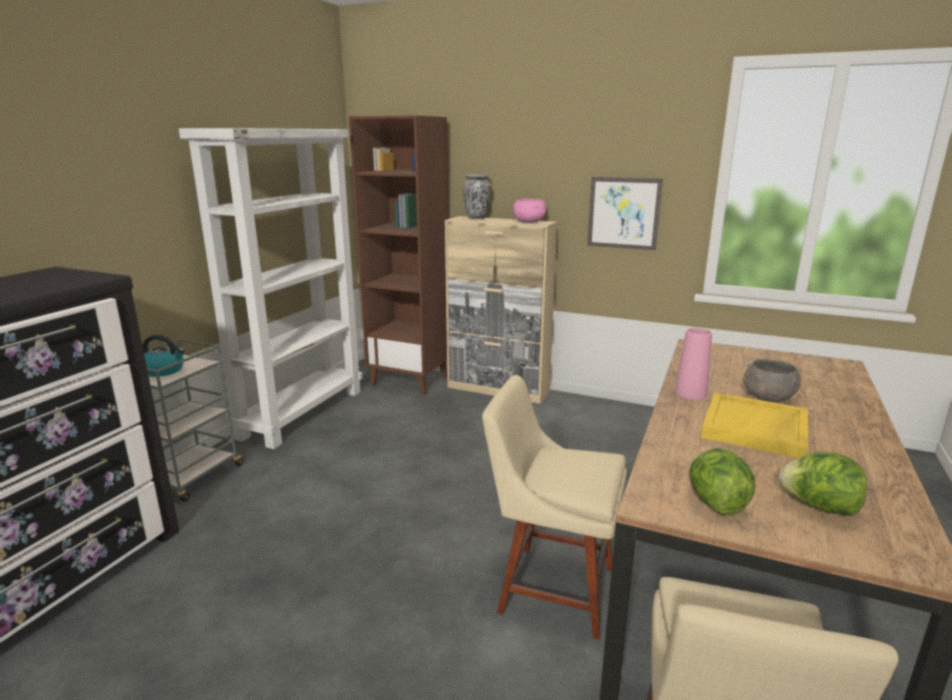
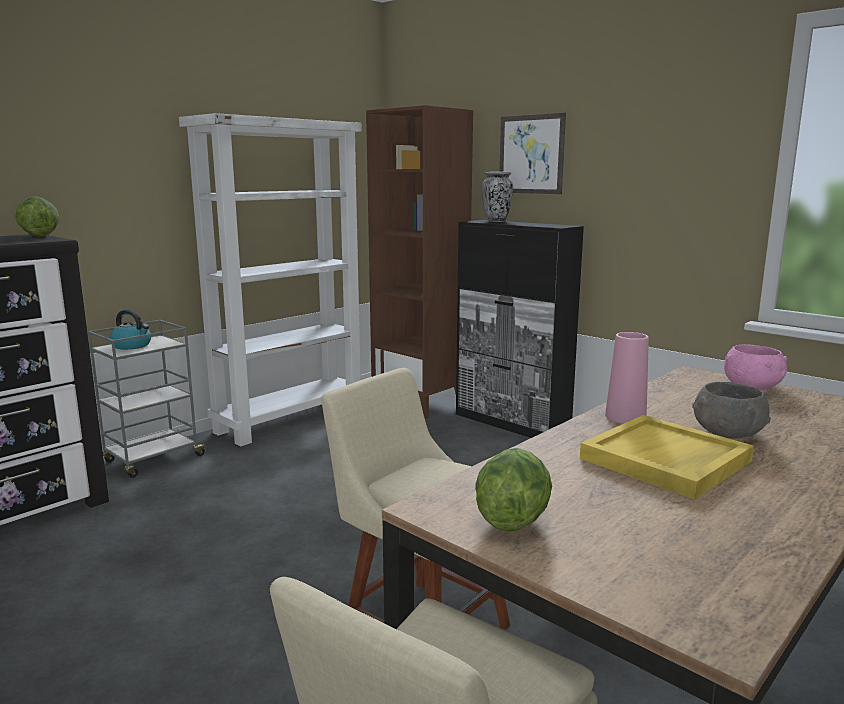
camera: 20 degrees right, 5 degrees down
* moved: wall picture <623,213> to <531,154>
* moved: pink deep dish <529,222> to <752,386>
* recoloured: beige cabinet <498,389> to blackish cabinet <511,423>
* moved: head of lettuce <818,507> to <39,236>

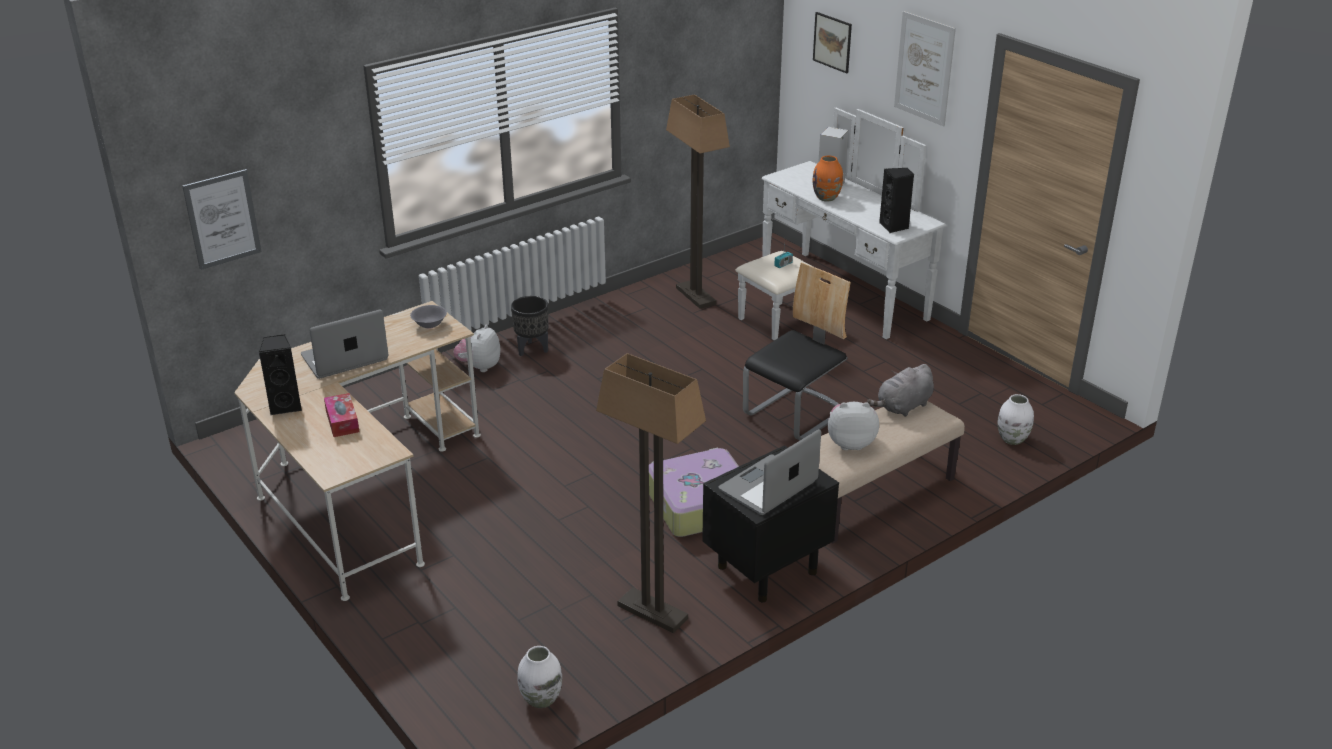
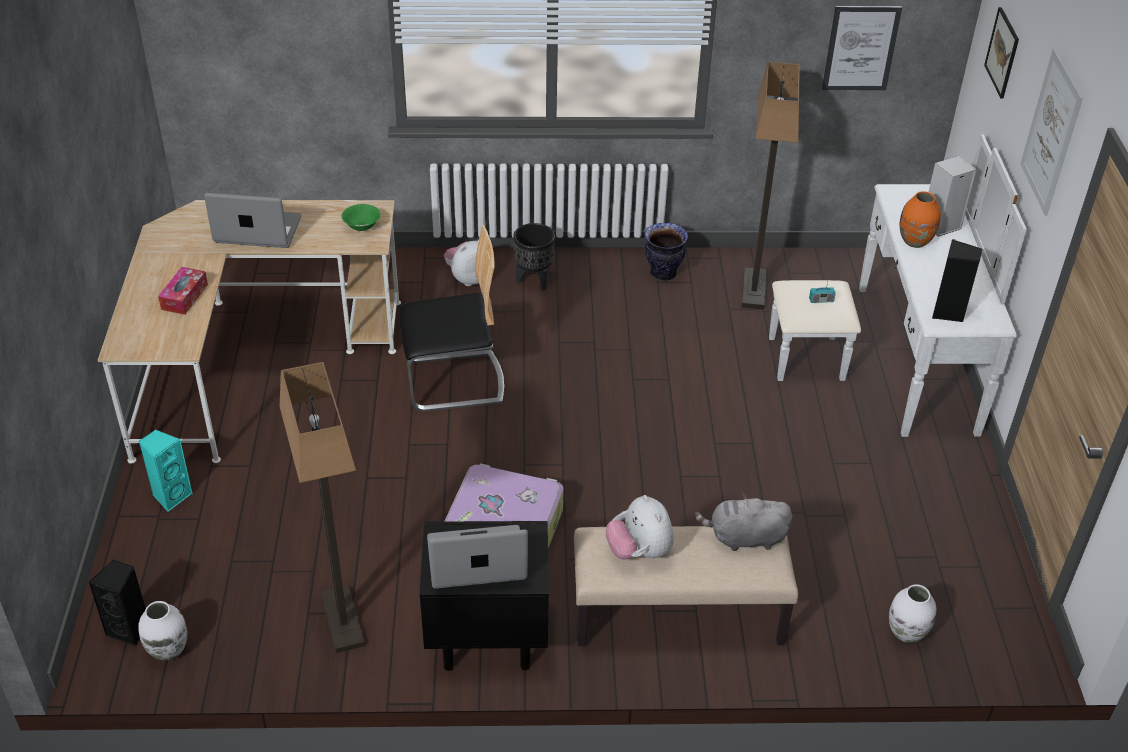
camera: 35 degrees right, 10 degrees up
* moved: wall picture <222,219> to <861,48>
* moved: plain chair <796,414> to <454,381>
* recoloured: gray deep dish <429,325> to greenish deep dish <361,226>
* moved: blackish audio speaker <286,406> to <130,629>
* turned: plush toy <850,443> = <639,552> 150 degrees counterclockwise
* added: decorative vase <663,273>
* added: blue-green audio speaker <171,496>

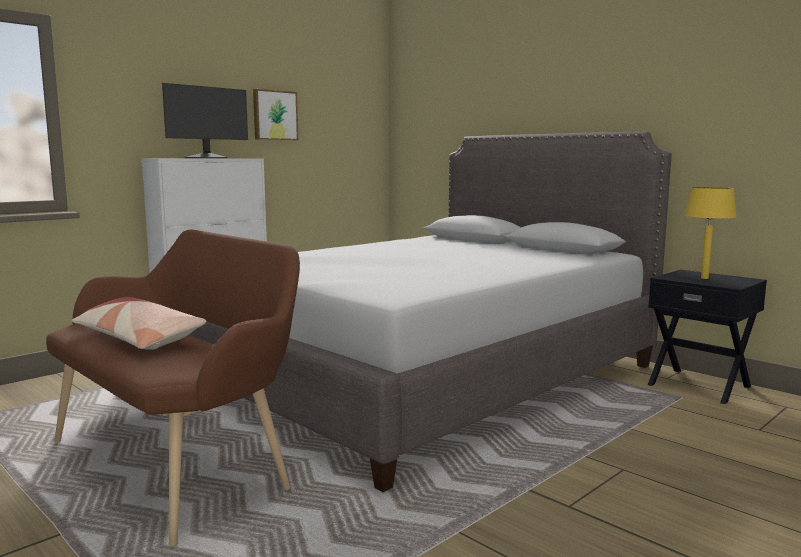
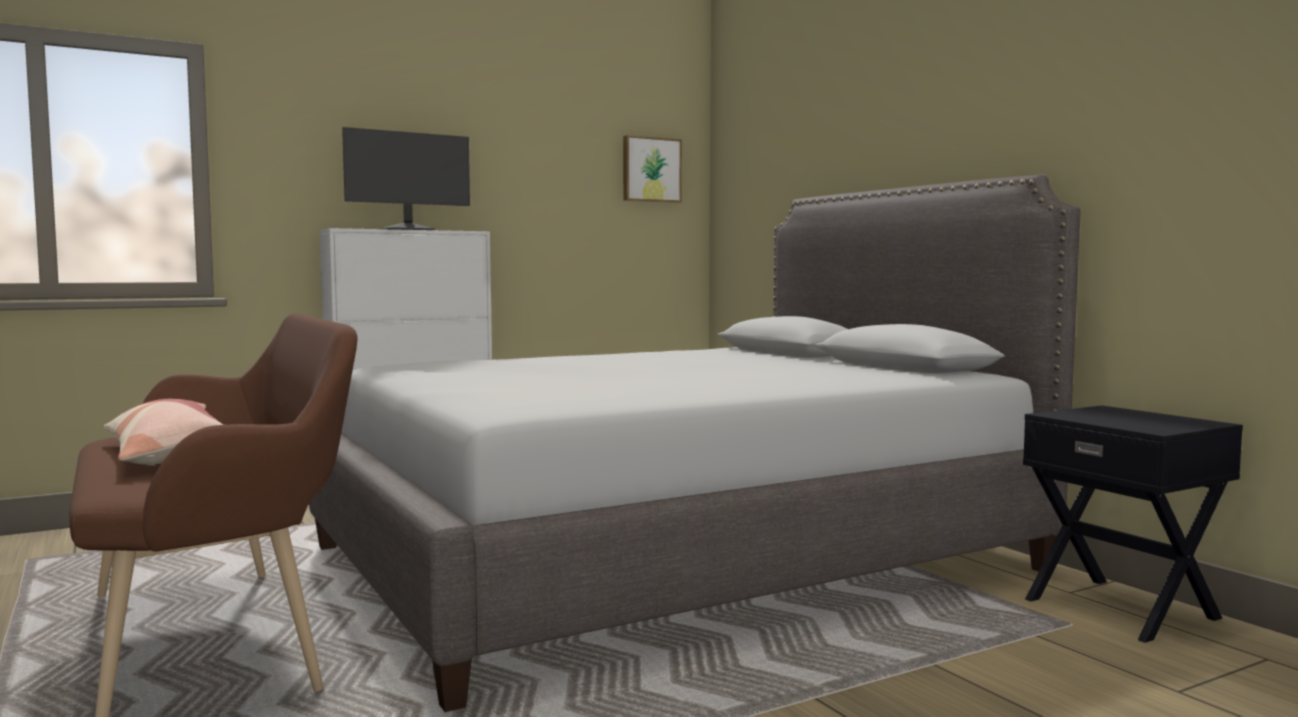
camera: 15 degrees right, 5 degrees down
* moved: wall picture <274,115> to <651,170>
* removed: yellow-coloured table lamp <705,278>

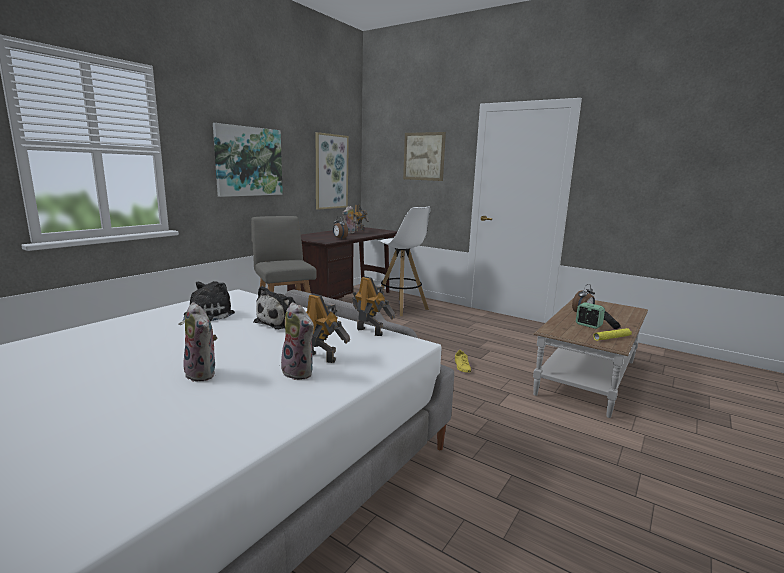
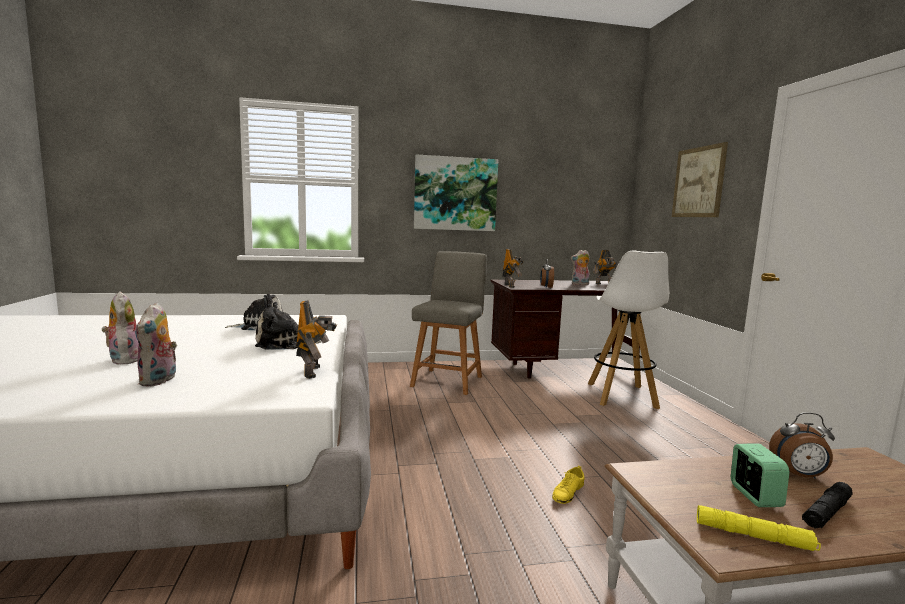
camera: 45 degrees right, 5 degrees down
* removed: wall picture <331,172>
* moved: model robot <321,356> to <510,286>
* turned: plush toy <203,374> = <123,360> 150 degrees clockwise

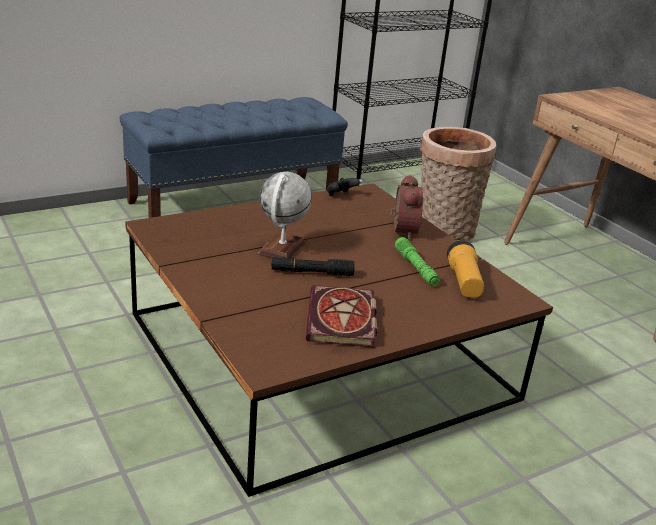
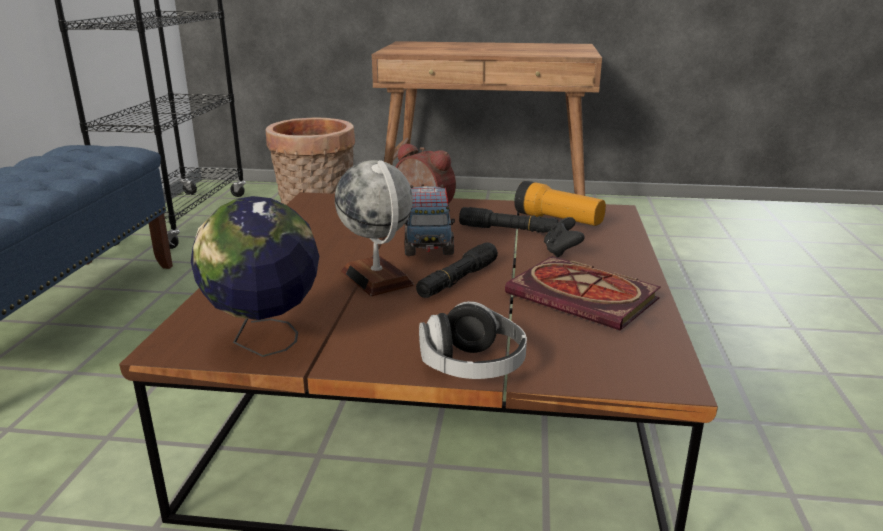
camera: 50 degrees left, 5 degrees down
* moved: blackish gamepad <340,196> to <561,252>
* recoloured: greenish flashlight <416,268> to blackish flashlight <508,230>
* added: model truck <428,245>
* added: desk globe <266,342>
* added: headset <472,366>

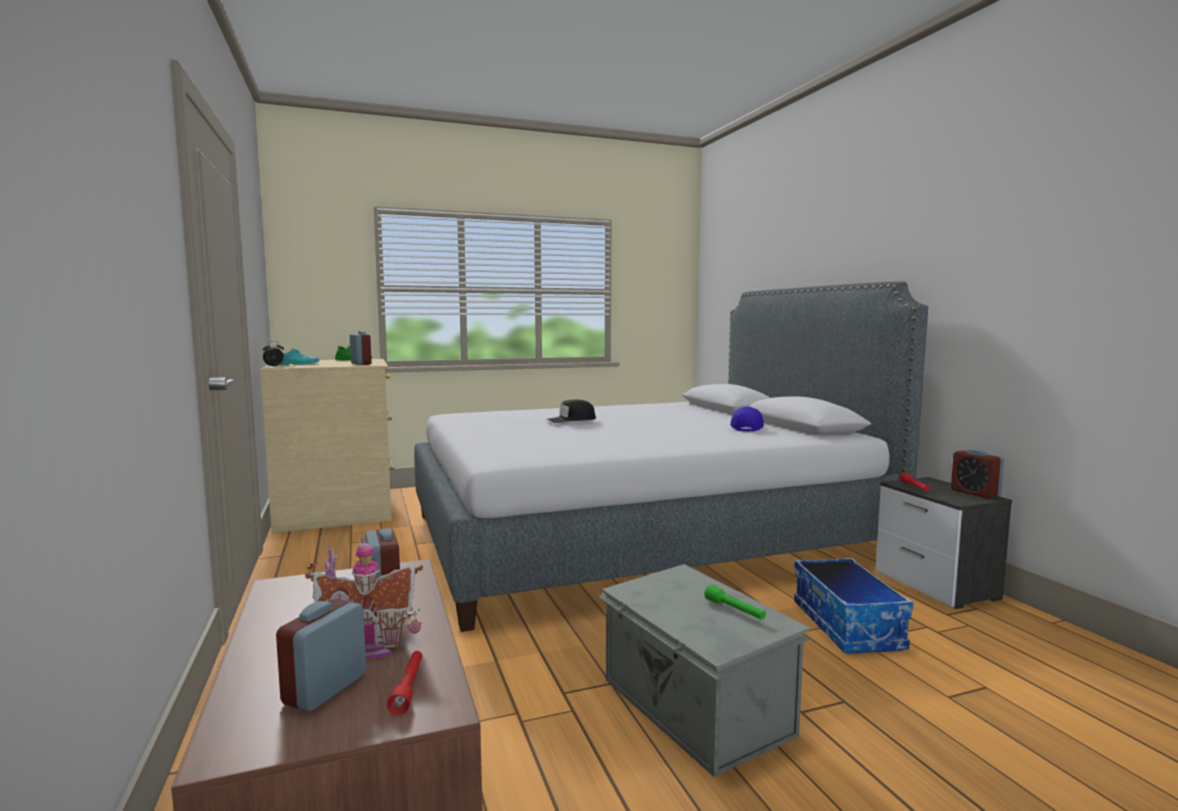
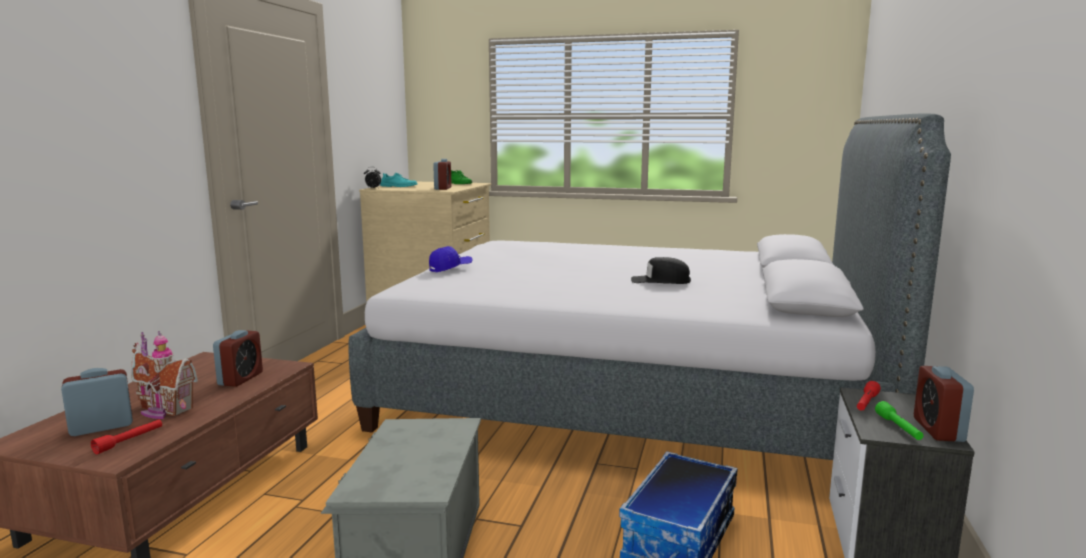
camera: 35 degrees right, 5 degrees up
* moved: blackish peaked cap <571,420> to <660,281>
* moved: bluish peaked cap <747,428> to <450,268>
* moved: greenish flashlight <735,610> to <898,428>

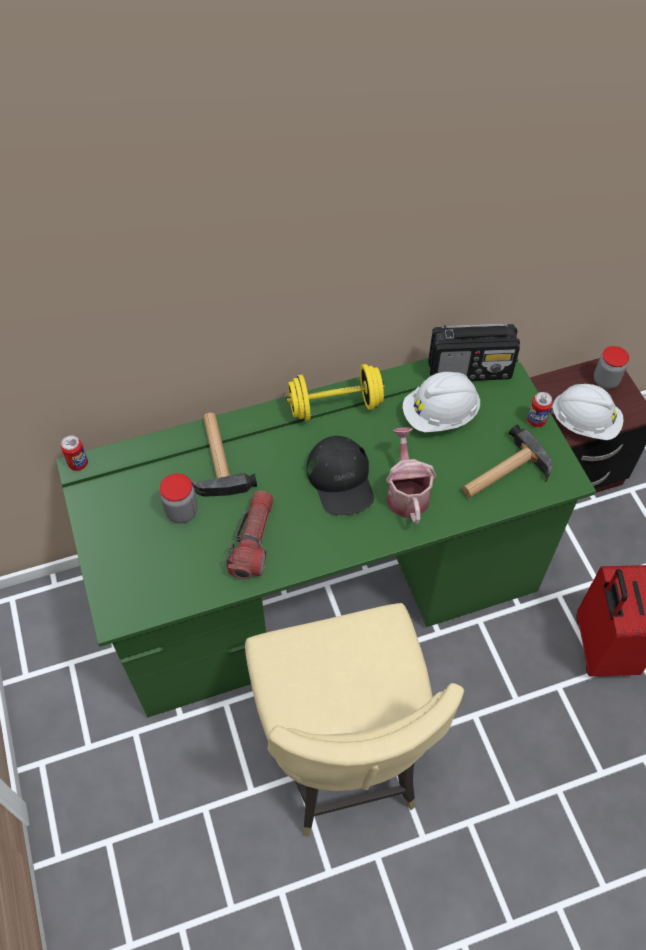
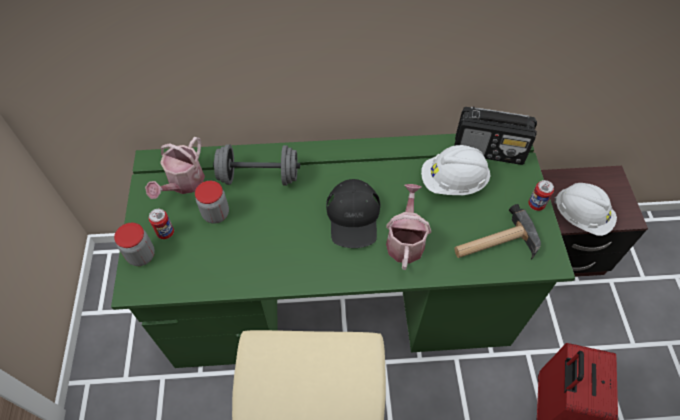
camera: 15 degrees right, 0 degrees up
* moved: storage jar <605,381> to <141,255>
* removed: yellow-coloured dumbbell <335,406>
* replaced: hammer <217,457> to gray dumbbell <259,176>
* moved: sealed can <78,463> to <165,232>
* removed: flashlight <254,541>
* added: watering pot <183,184>

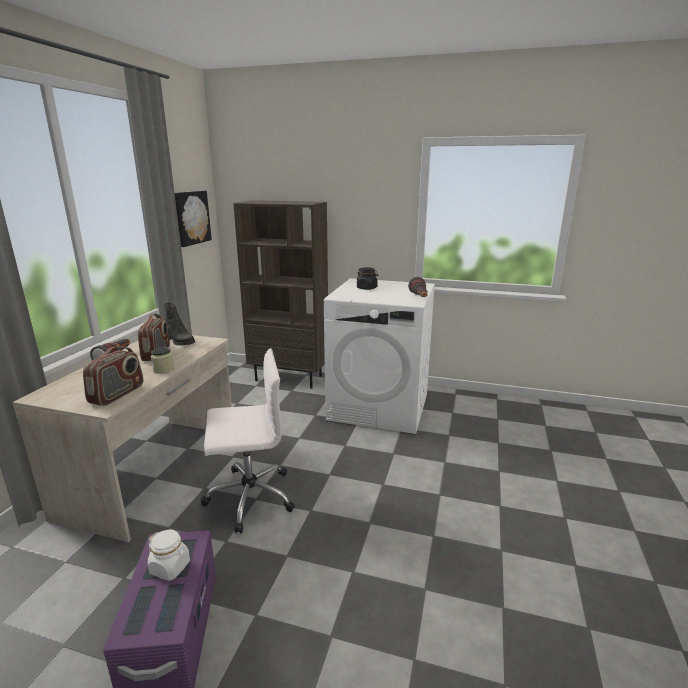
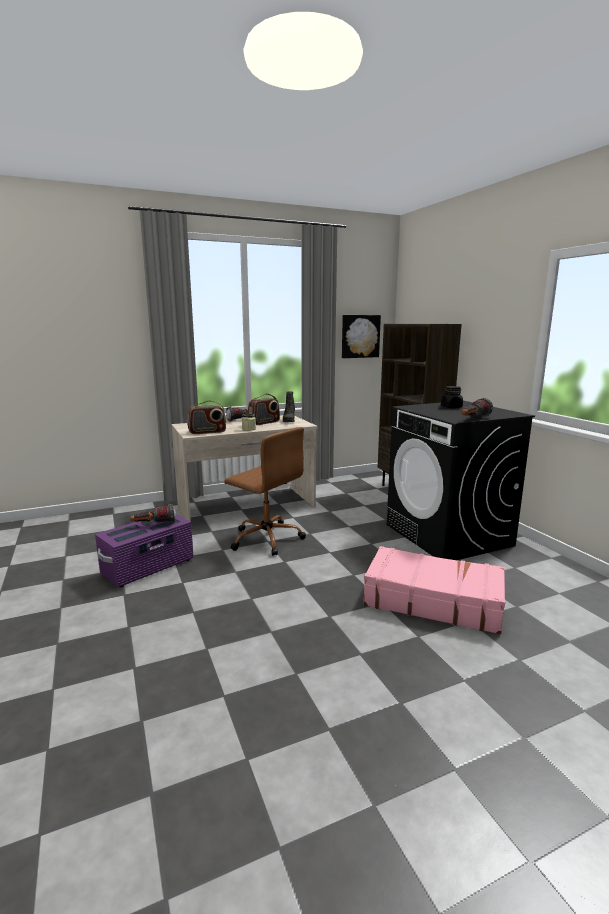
camera: 50 degrees right, 5 degrees down
* recoloured: whitish washing machine <379,407> to blackish washing machine <448,535>
* recoloured: whitish office chair <249,497> to brown-coloured office chair <266,538>
* replaced: whitish storage jar <170,567> to flashlight <154,524>
* added: pink piece of luggage <432,600>

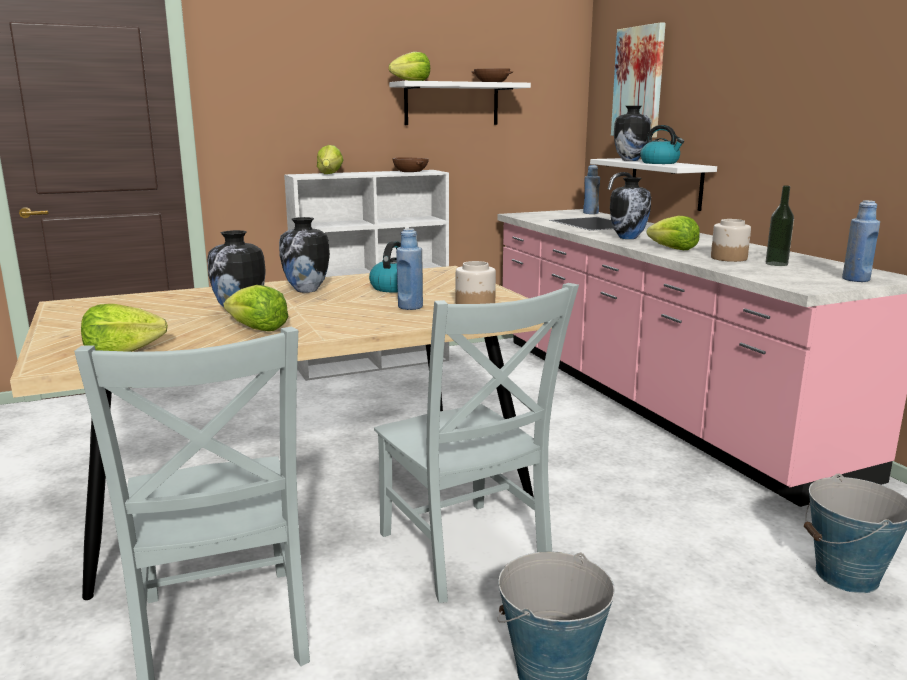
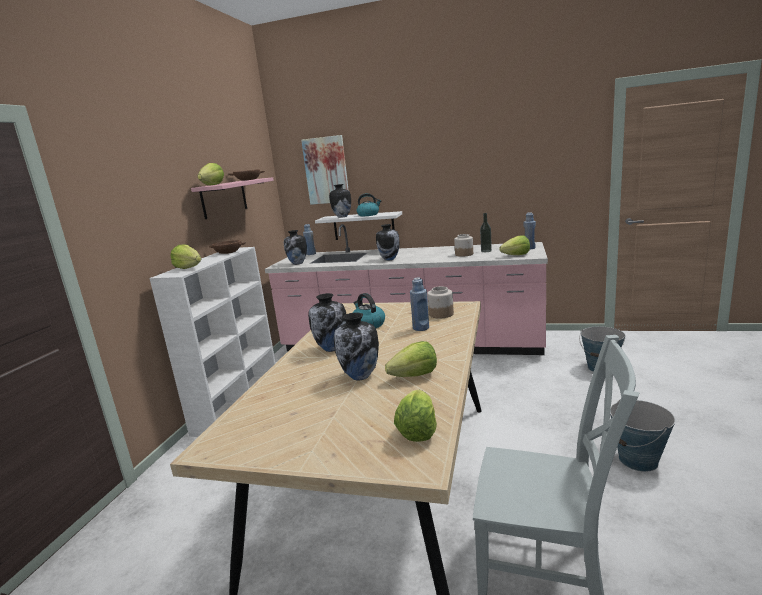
camera: 50 degrees left, 0 degrees up
* recoloured: whitish shelf <451,104> to pink shelf <224,198>
* moved: head of lettuce <673,249> to <516,255>
* removed: gray plain chair <465,552>
* added: decorative vase <298,263>

